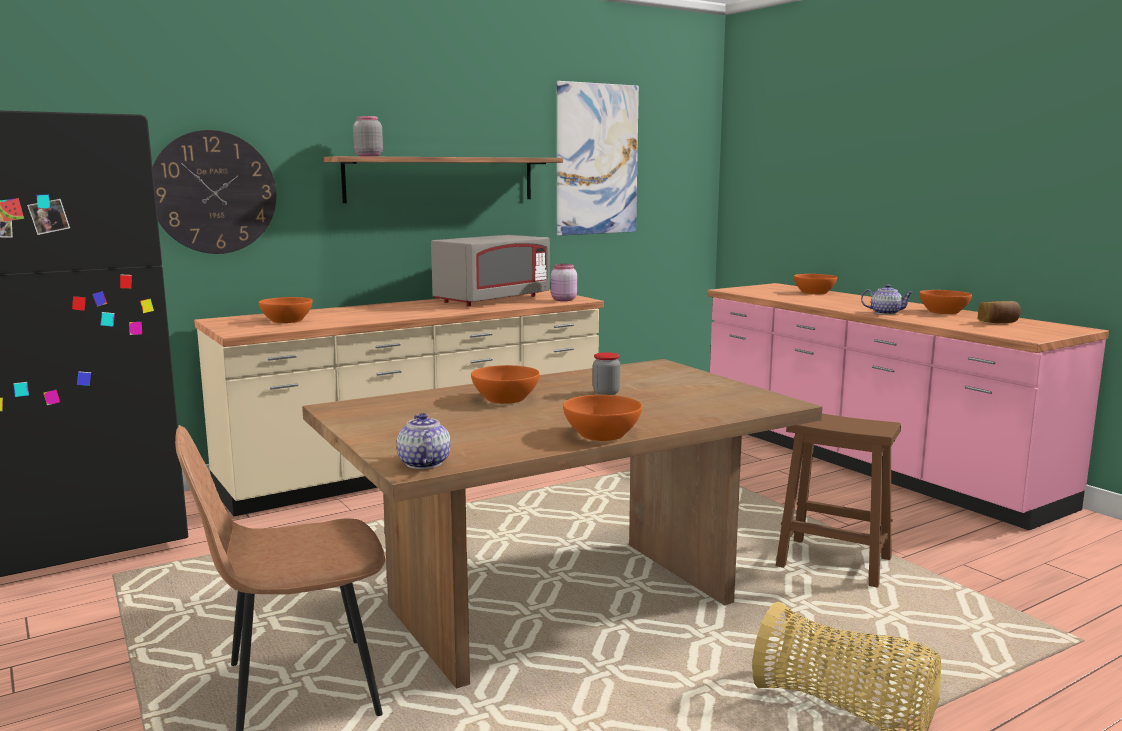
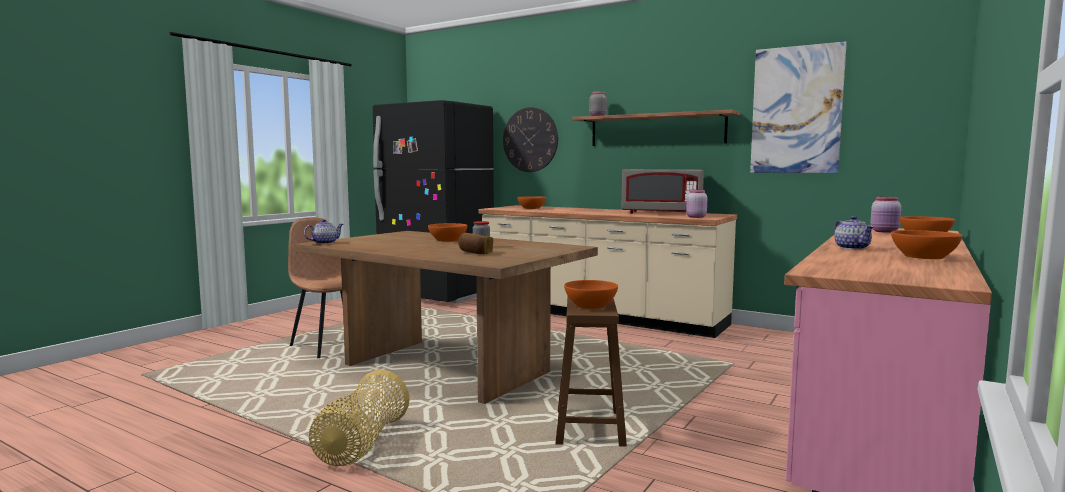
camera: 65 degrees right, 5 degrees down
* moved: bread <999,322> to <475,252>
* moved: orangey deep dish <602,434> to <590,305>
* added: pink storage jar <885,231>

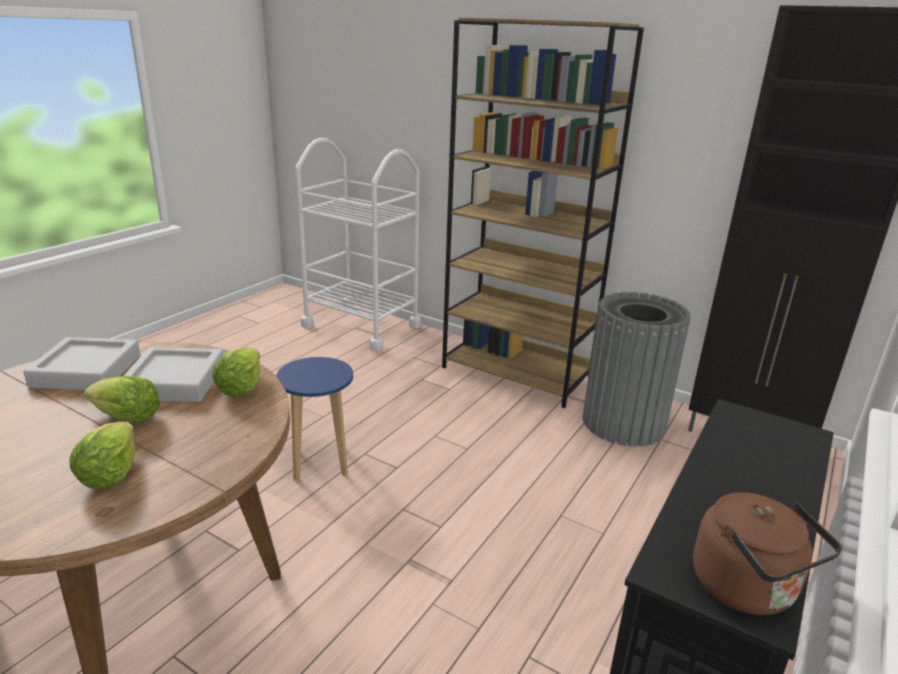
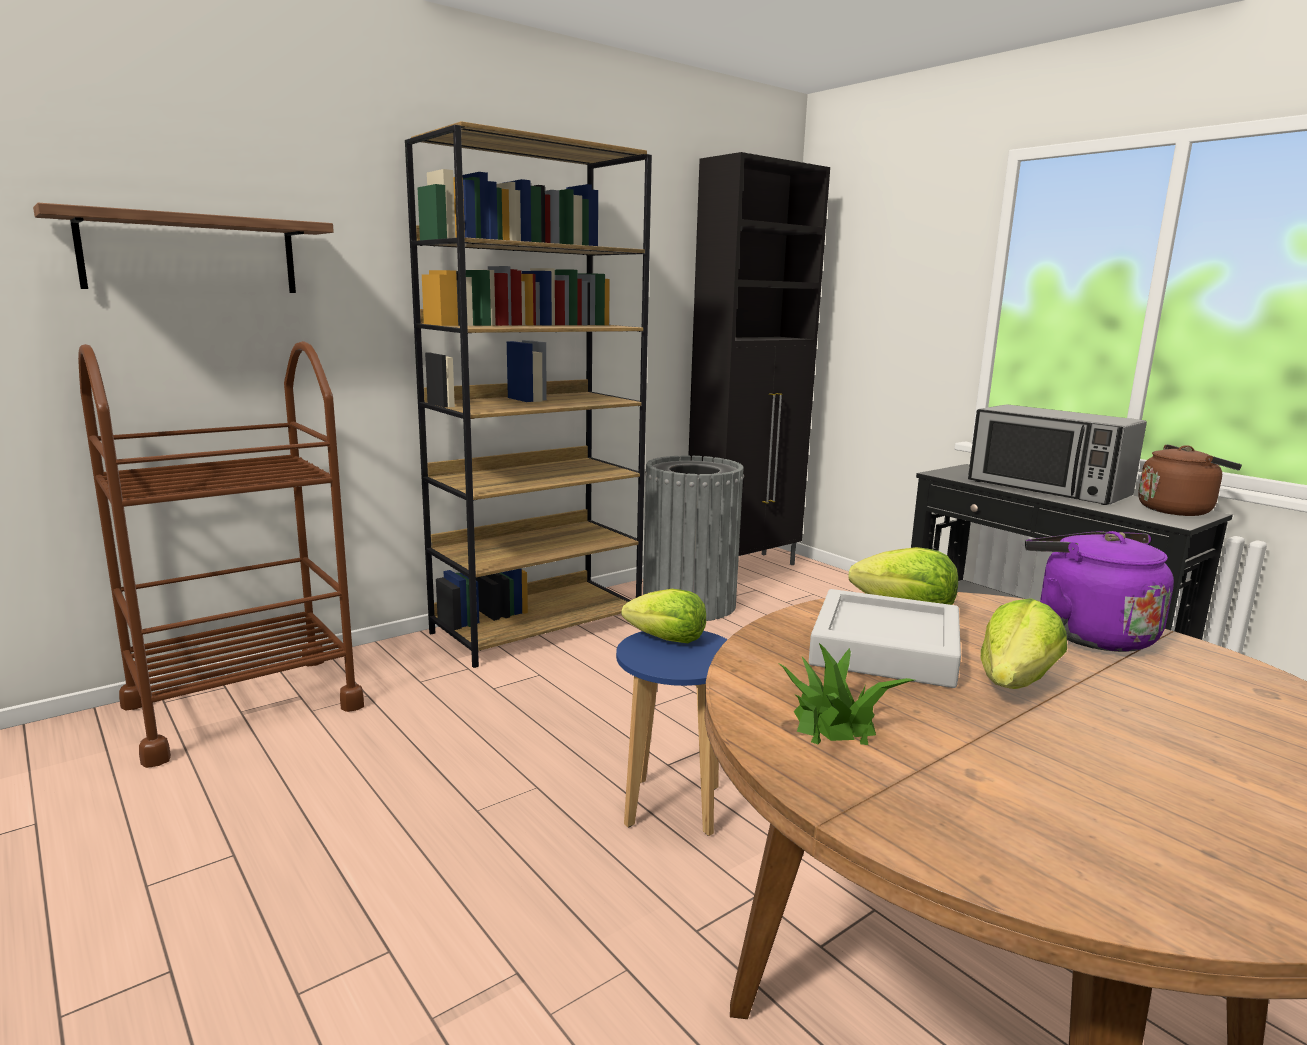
camera: 70 degrees left, 10 degrees down
* recoloured: whitish cart <361,326> to brown-coloured cart <243,706>
* replaced: gray carrying tray <87,371> to potted plant <833,721>
* moved: head of lettuce <111,473> to <667,639>
* added: shelf <191,254>
* added: microwave <1047,489>
* added: purple-coloured water kettle <1087,633>

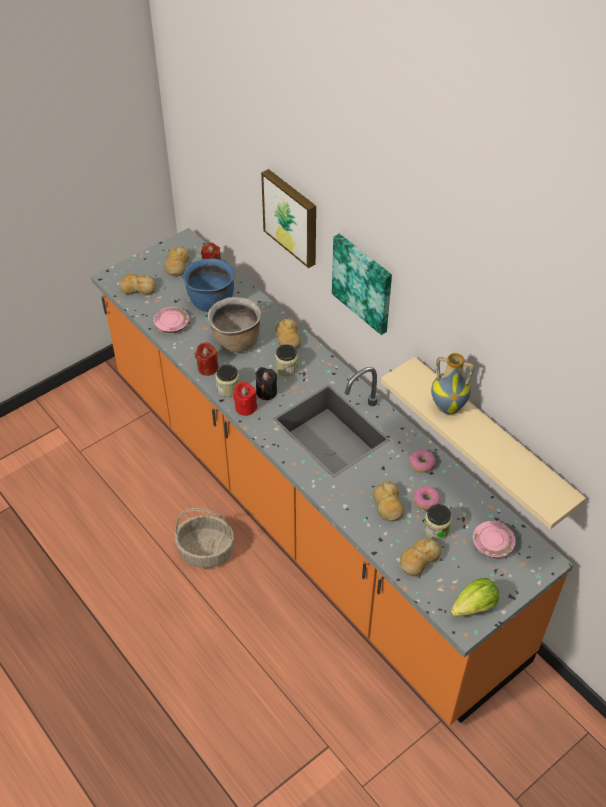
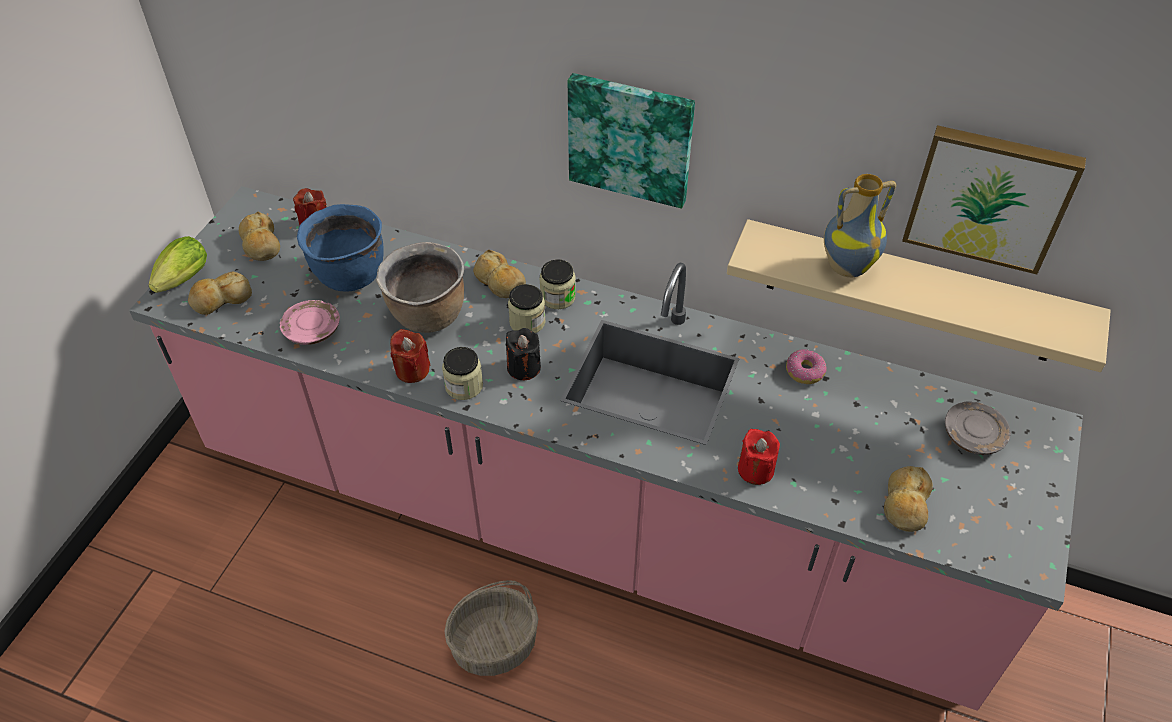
camera: 30 degrees left, 0 degrees up
* moved: wall picture <292,217> to <989,196>
* recoloured: orangey kitchen counter <302,509> to pink kitchen counter <586,519>
* moved: reddish wax light <245,407> to <755,469>
* removed: bread <388,506>
* removed: doughnut <426,501>
* moved: storage jar <436,529> to <558,297>
* recoloured: pink plate <492,544> to gray plate <973,435>
* moved: head of lettuce <471,608> to <181,282>

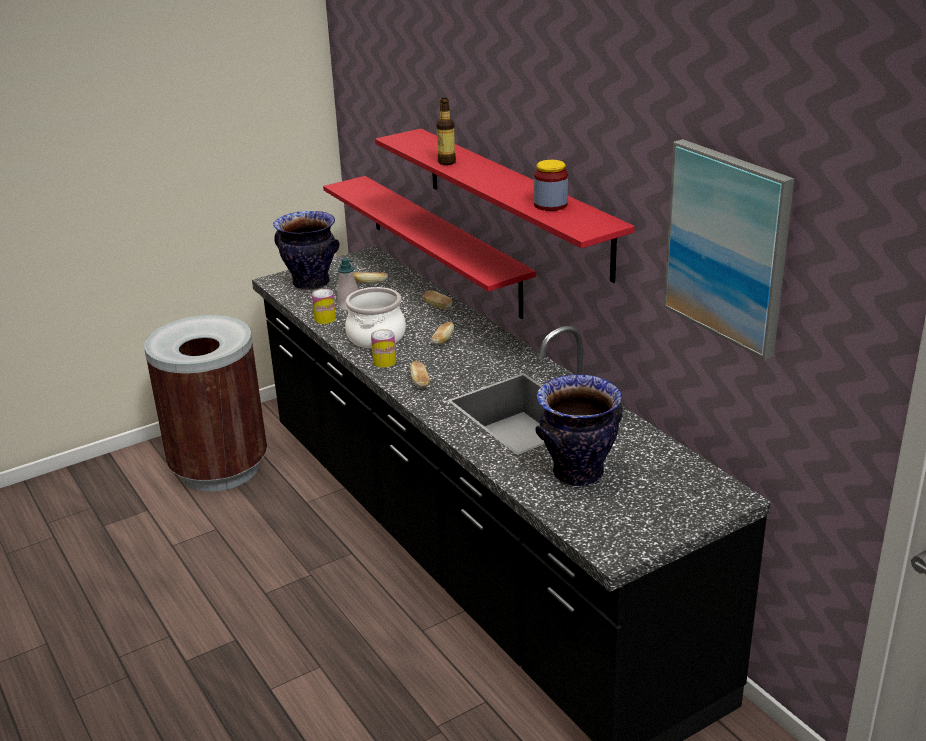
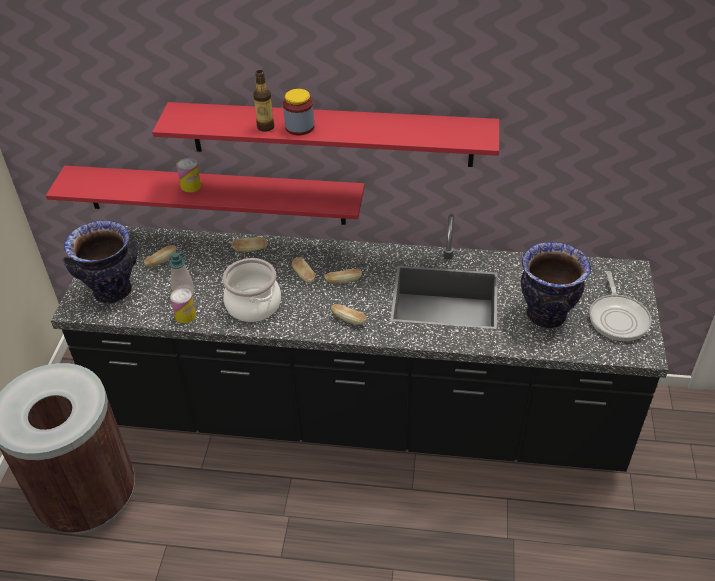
camera: 50 degrees left, 15 degrees up
* removed: wall picture <728,246>
* moved: storage jar <550,205> to <299,127>
* moved: sealed can <384,362> to <191,186>
* added: bread <343,281>
* added: skillet <618,318>

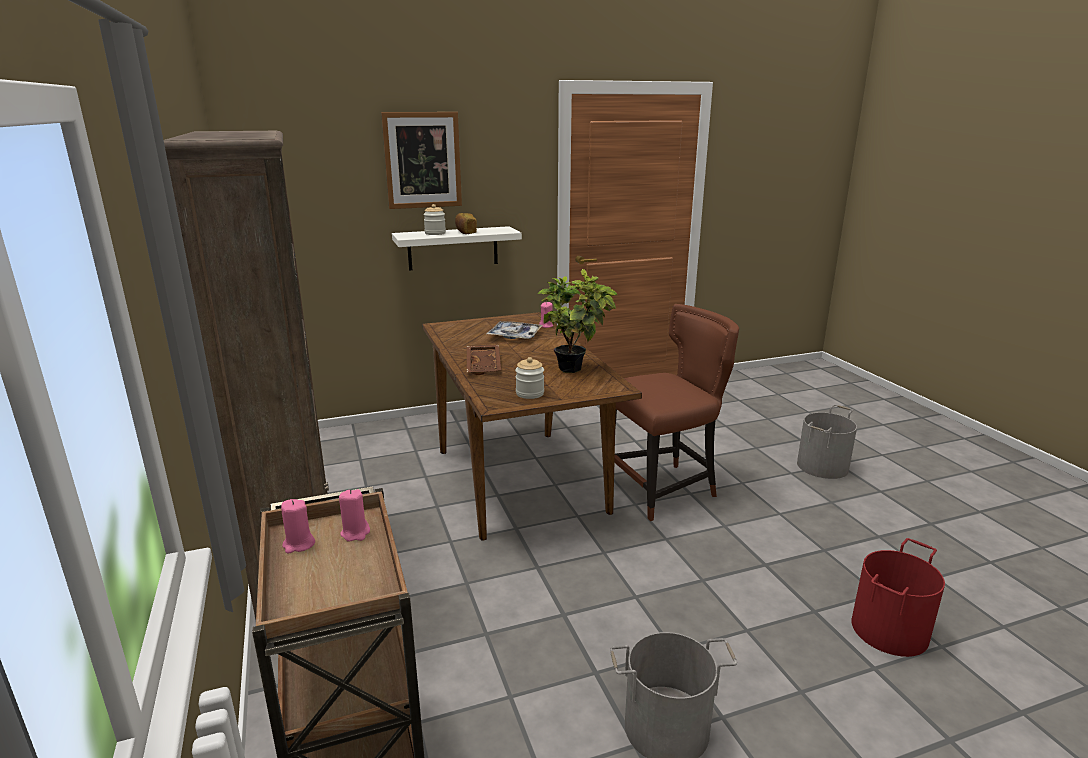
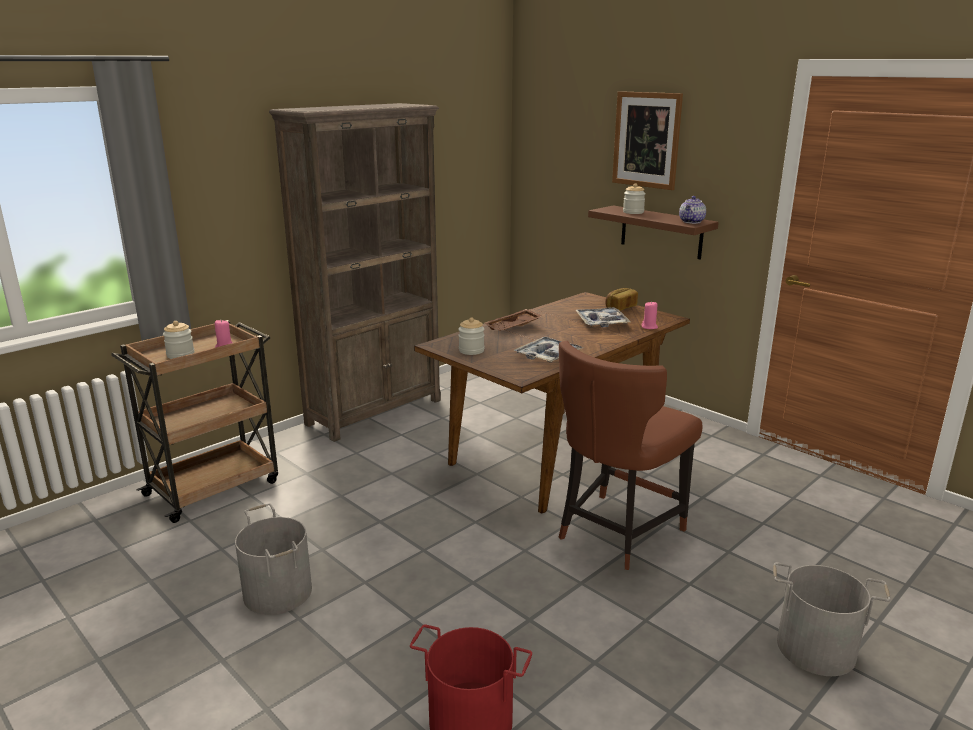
camera: 65 degrees right, 0 degrees up
* moved: bread <465,232> to <620,308>
* recoloured: whitish shelf <453,248> to brown-coloured shelf <661,232>
* replaced: potted plant <576,369> to carrying tray <547,356>
* turned: brown-coloured plain chair <663,489> = <616,533> 90 degrees clockwise
* removed: pink wax light <299,544>
* added: pot for tea <692,222>
* added: storage jar <180,355>

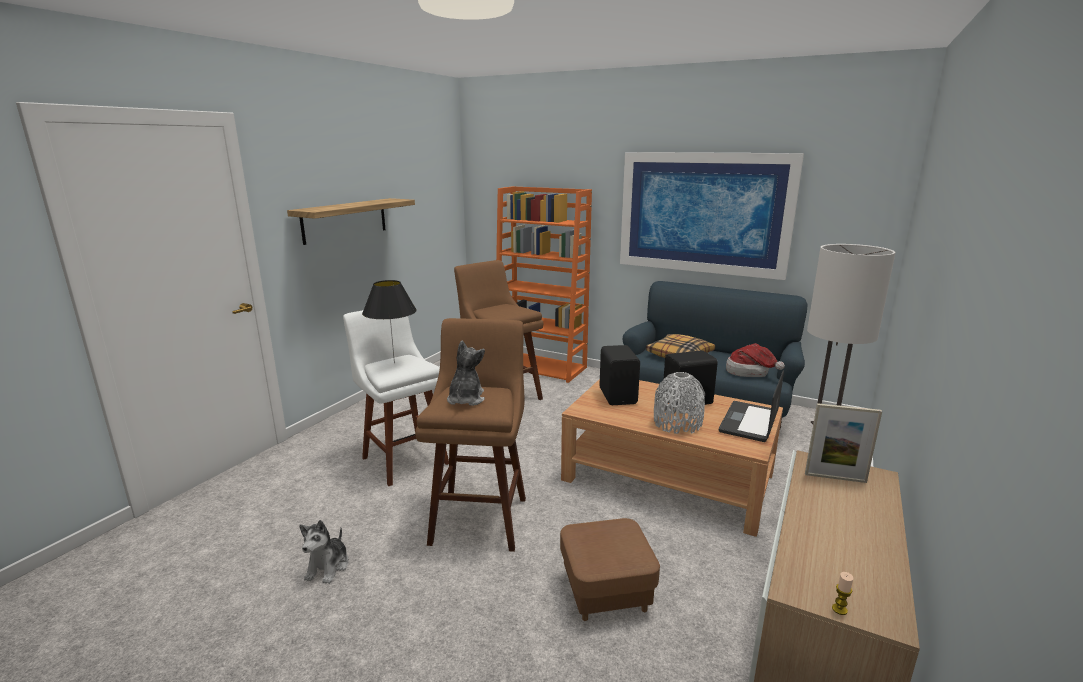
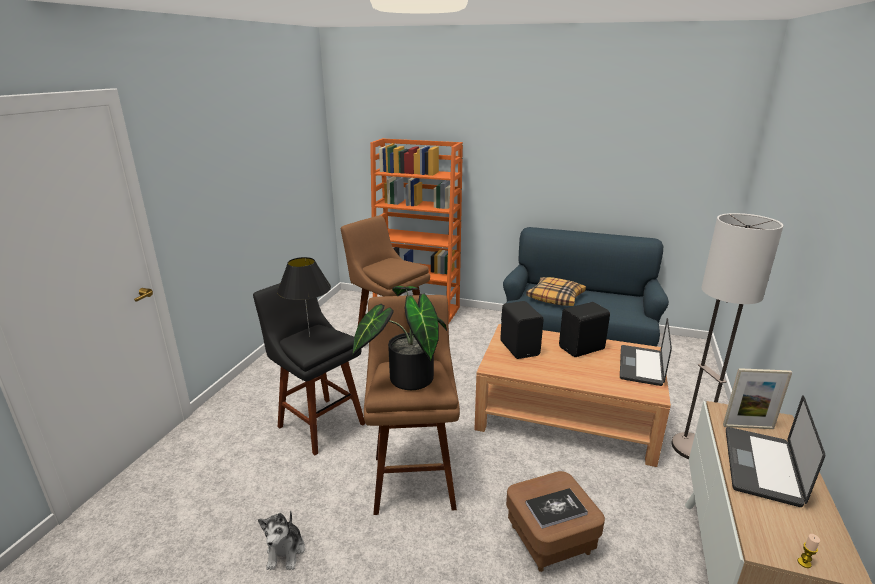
camera: 10 degrees left, 5 degrees up
* removed: wall picture <704,213>
* removed: shelf <345,220>
* recoloured: whitish sitting stool <403,458> to blackish sitting stool <318,423>
* replaced: plush toy <466,399> to potted plant <406,378>
* removed: clothing hat <750,372>
* removed: gray decorative vase <677,423>
* added: portable computer <761,466>
* added: book <556,508>

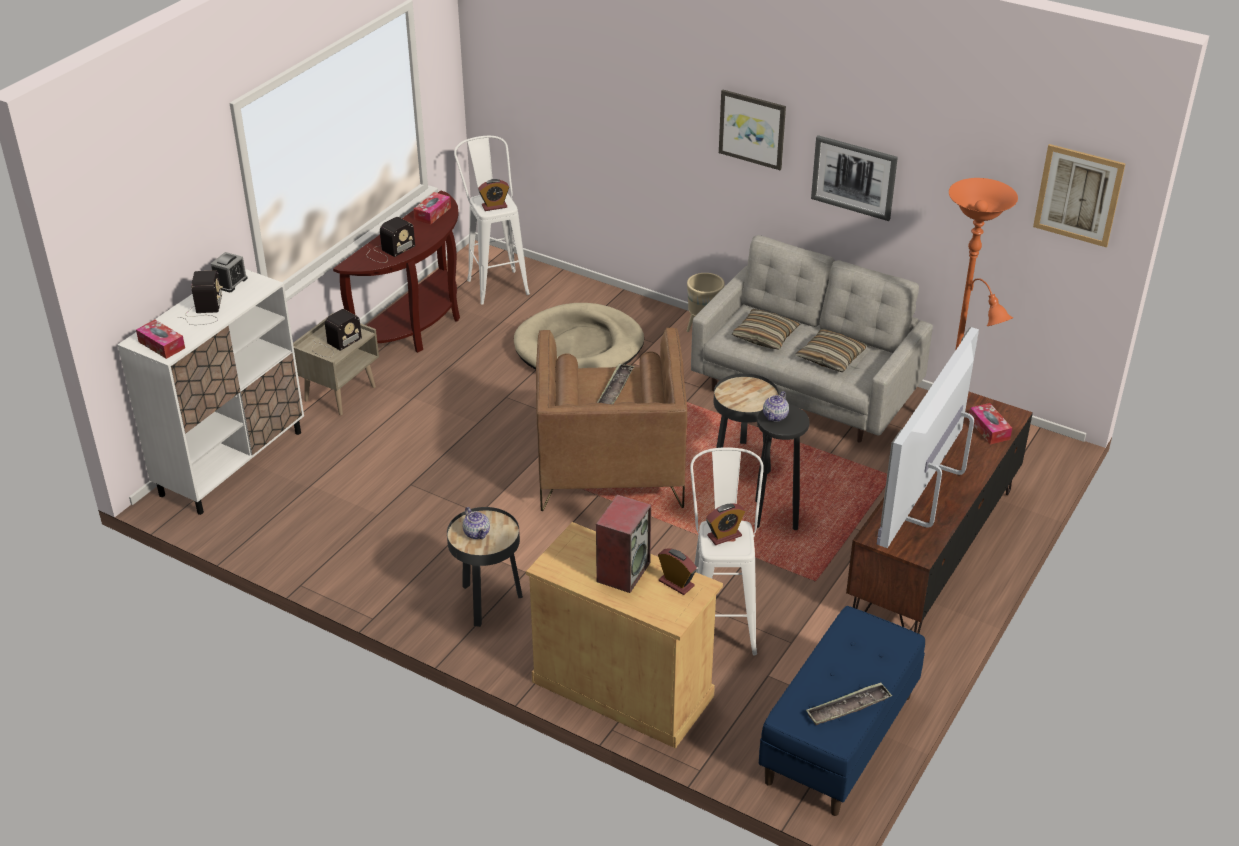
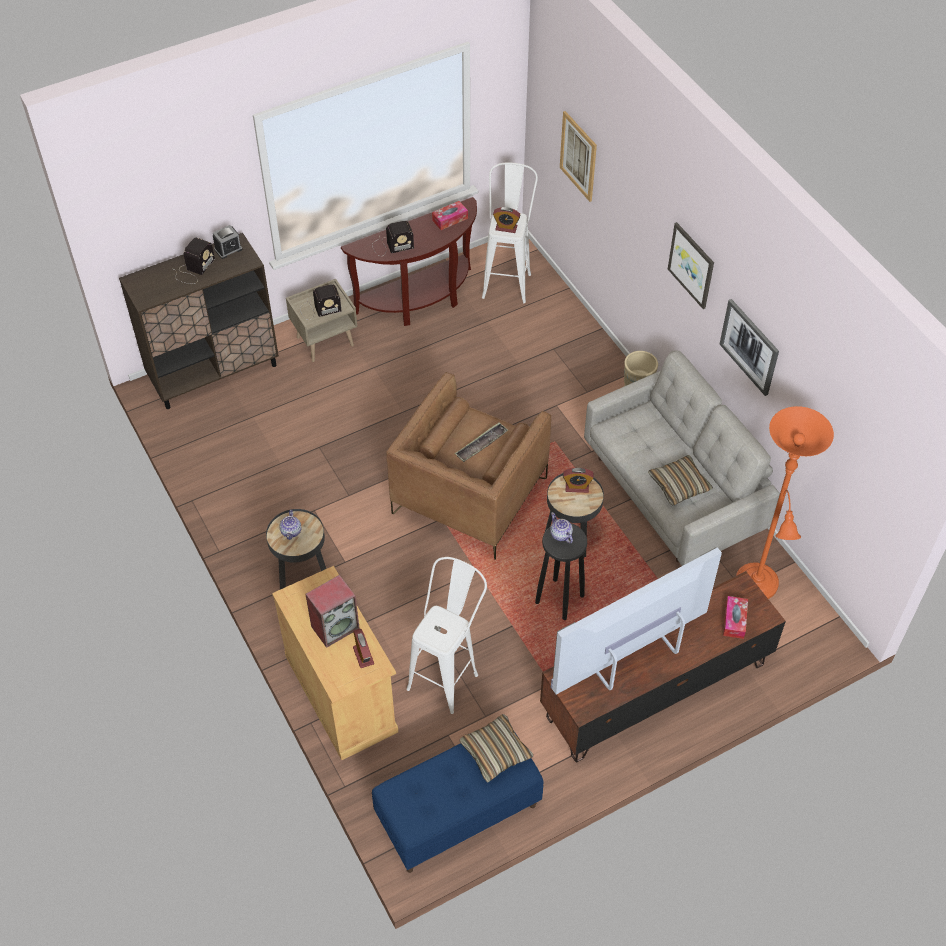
camera: 30 degrees right, 15 degrees up
* moved: wall picture <1078,195> to <578,156>
* recoloured: whitish cabinet <232,463> to brown-coloured cabinet <214,373>
* removed: beige pet bed <579,347>
* moved: cushion <765,336> to <495,752>
* removed: tissue box <161,345>
* turned: pot for tea <775,416> = <561,535> 90 degrees clockwise
* moved: alarm clock <724,536> to <577,487>
* removed: carrying tray <848,708>

